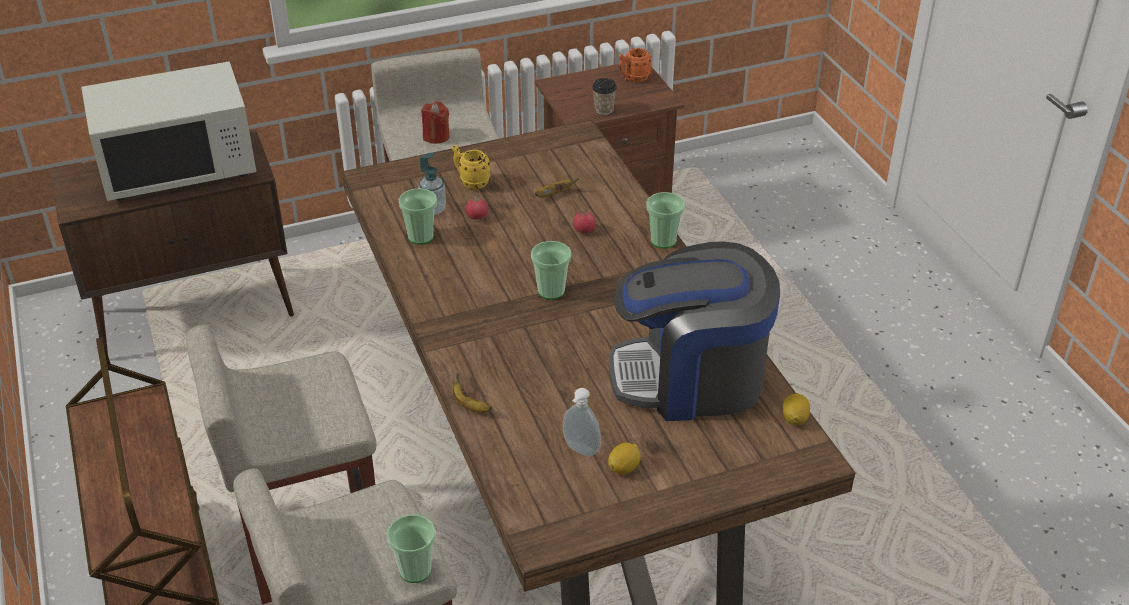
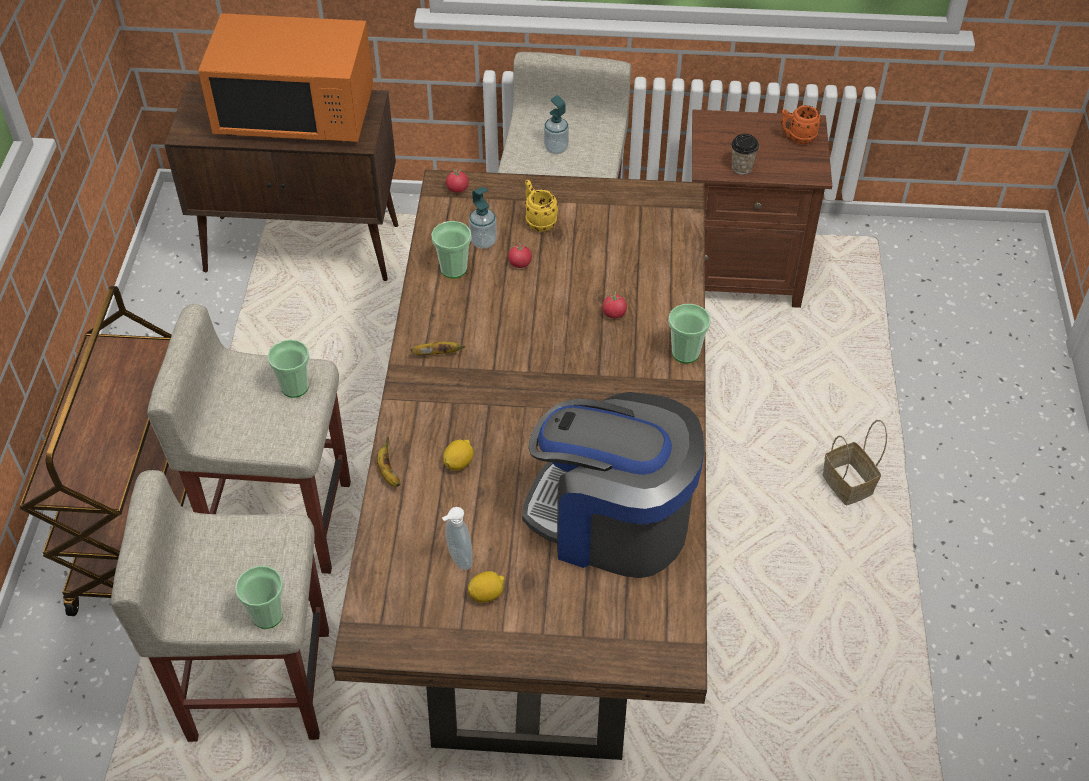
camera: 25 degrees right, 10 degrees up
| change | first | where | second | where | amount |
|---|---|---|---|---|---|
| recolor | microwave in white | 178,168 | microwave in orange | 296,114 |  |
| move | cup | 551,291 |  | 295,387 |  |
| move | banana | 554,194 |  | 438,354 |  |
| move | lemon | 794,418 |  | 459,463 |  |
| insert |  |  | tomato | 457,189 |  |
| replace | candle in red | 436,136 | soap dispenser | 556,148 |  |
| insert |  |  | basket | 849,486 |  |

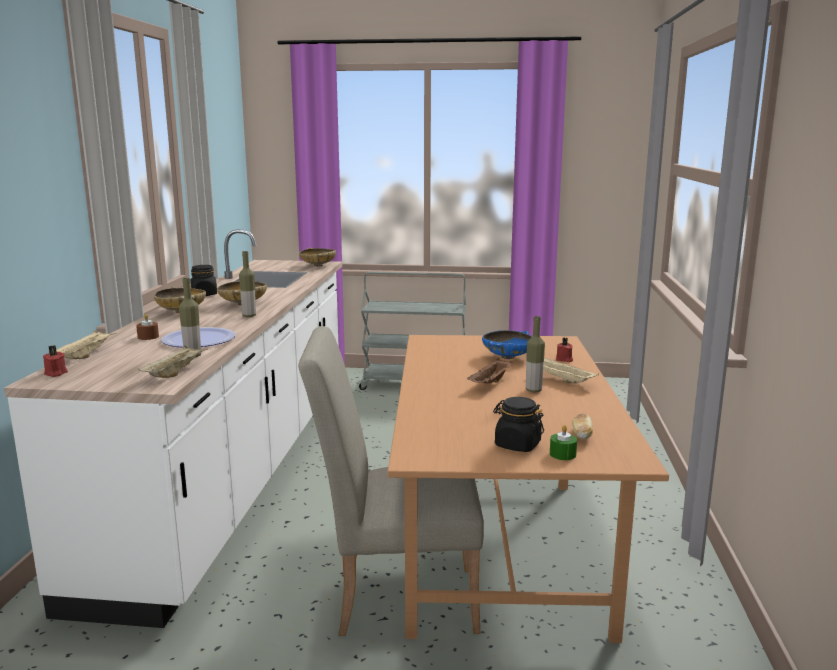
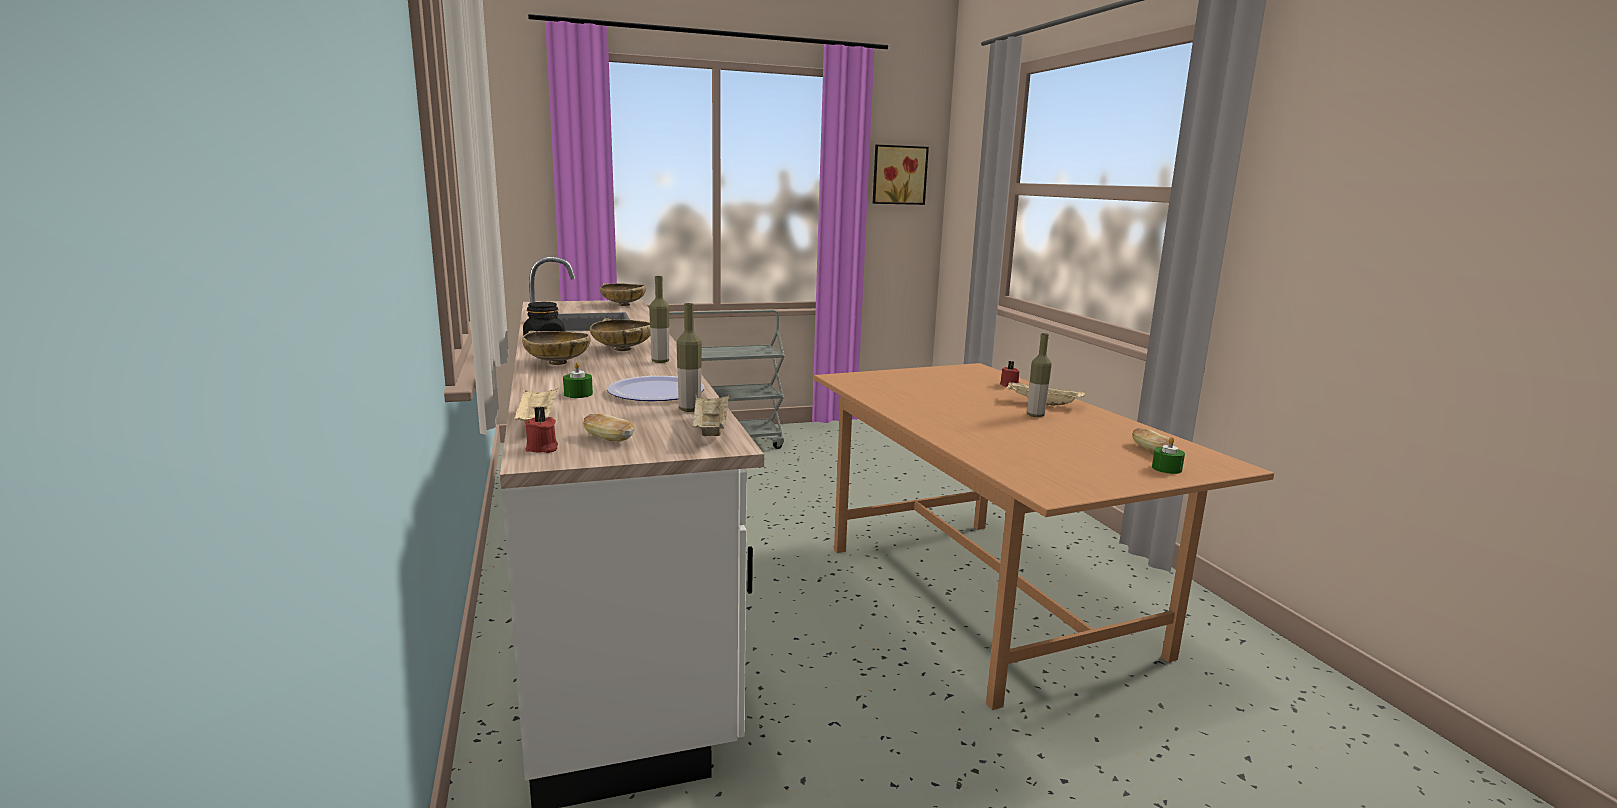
camera: 25 degrees left, 0 degrees up
| change | first | where | second | where | amount |
|---|---|---|---|---|---|
| recolor | candle in brown | 148,337 | candle in green | 578,394 |  |
| insert |  |  | bread | 608,439 |  |
| insert |  |  | picture | 898,175 |  |
| delete | chair in beige | 395,598 |  |  |  |
| delete | tray in brown | 491,383 |  |  |  |
| delete | bowl in blue | 508,357 |  |  |  |
| delete | jar in black | 517,445 |  |  |  |

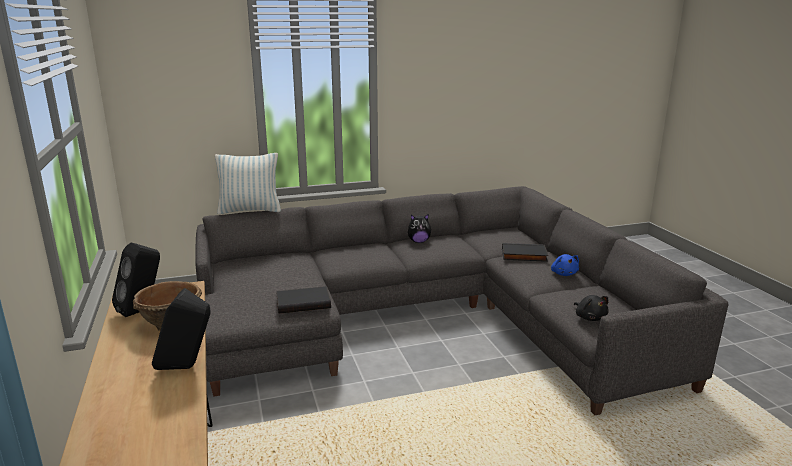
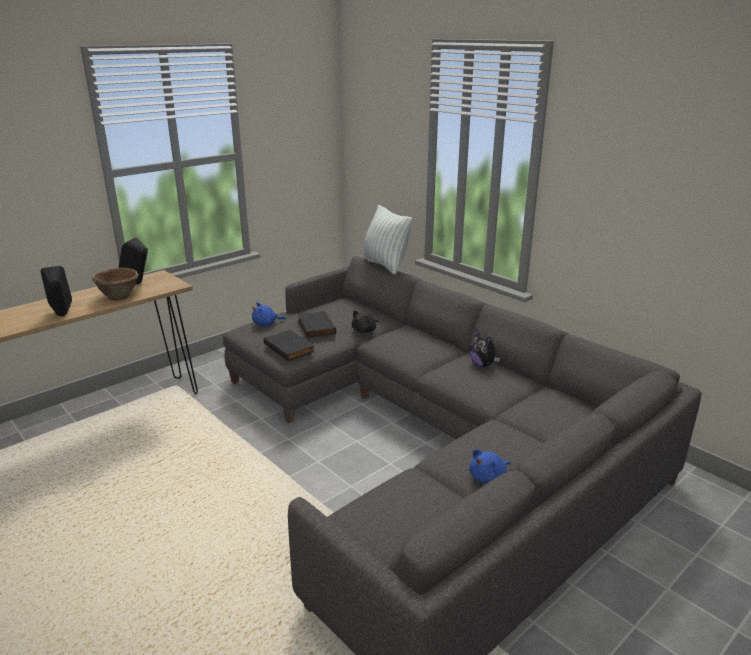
camera: 65 degrees right, 5 degrees up
| change | first | where | second | where | amount |
|---|---|---|---|---|---|
| insert |  |  | plush toy in blue | 266,324 |  |
| move | book in black | 523,255 |  | 315,327 |  |
| move | plush toy in black | 590,317 |  | 365,330 |  |

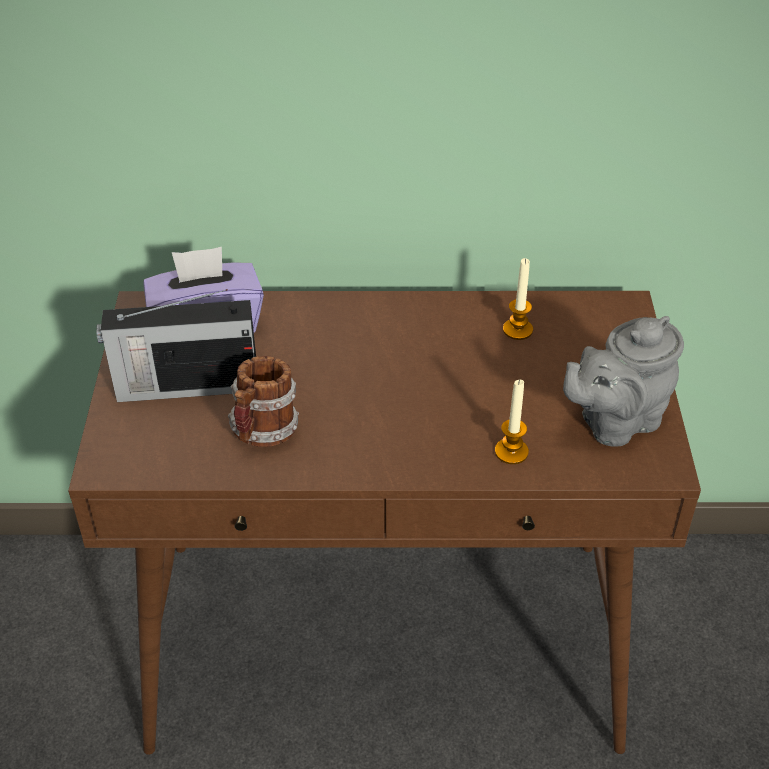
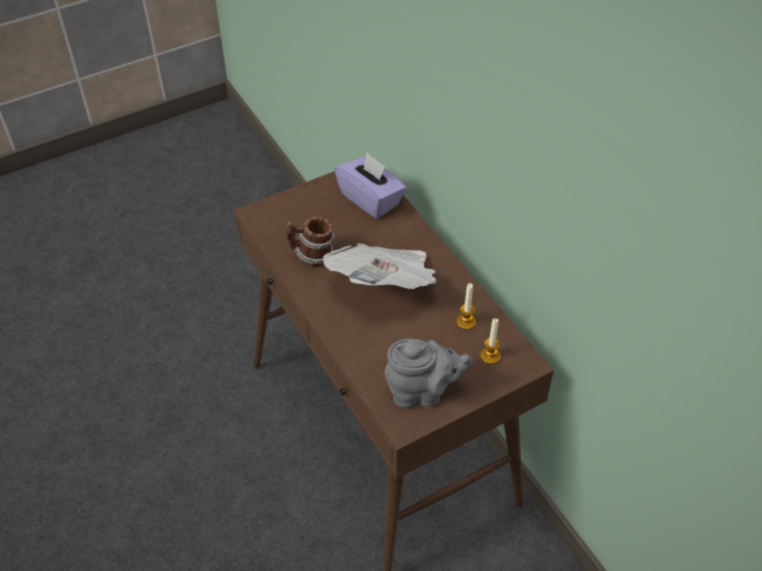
camera: 60 degrees right, 5 degrees up
| change | first | where | second | where | amount |
|---|---|---|---|---|---|
| insert |  |  | newspaper | 385,285 |  |
| rotate | teapot in grey | 614,422 |  | 422,392 | 150 degrees clockwise |
| move | candle | 511,452 |  | 490,356 |  |
| delete | radio | 185,386 |  |  |  |

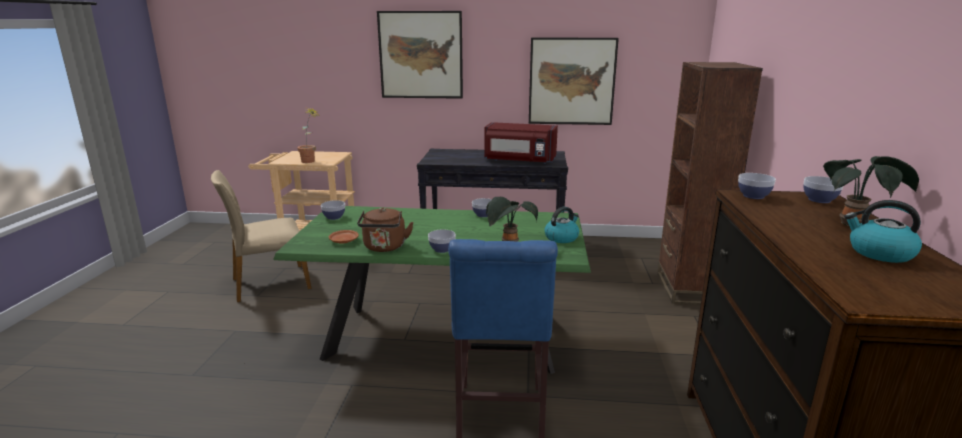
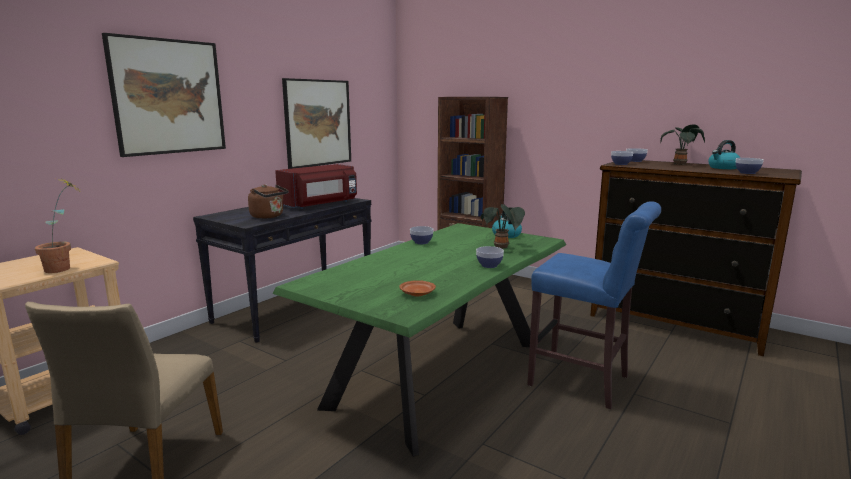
camera: 60 degrees left, 5 degrees down
| change | first | where | second | where | amount |
|---|---|---|---|---|---|
| move | kettle in brown | 384,248 |  | 269,216 |  |
| move | bowl | 334,217 |  | 747,173 |  |

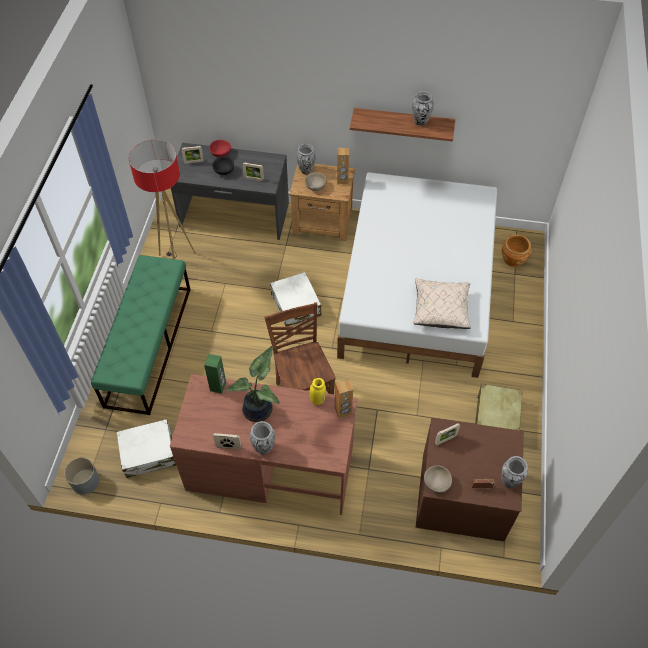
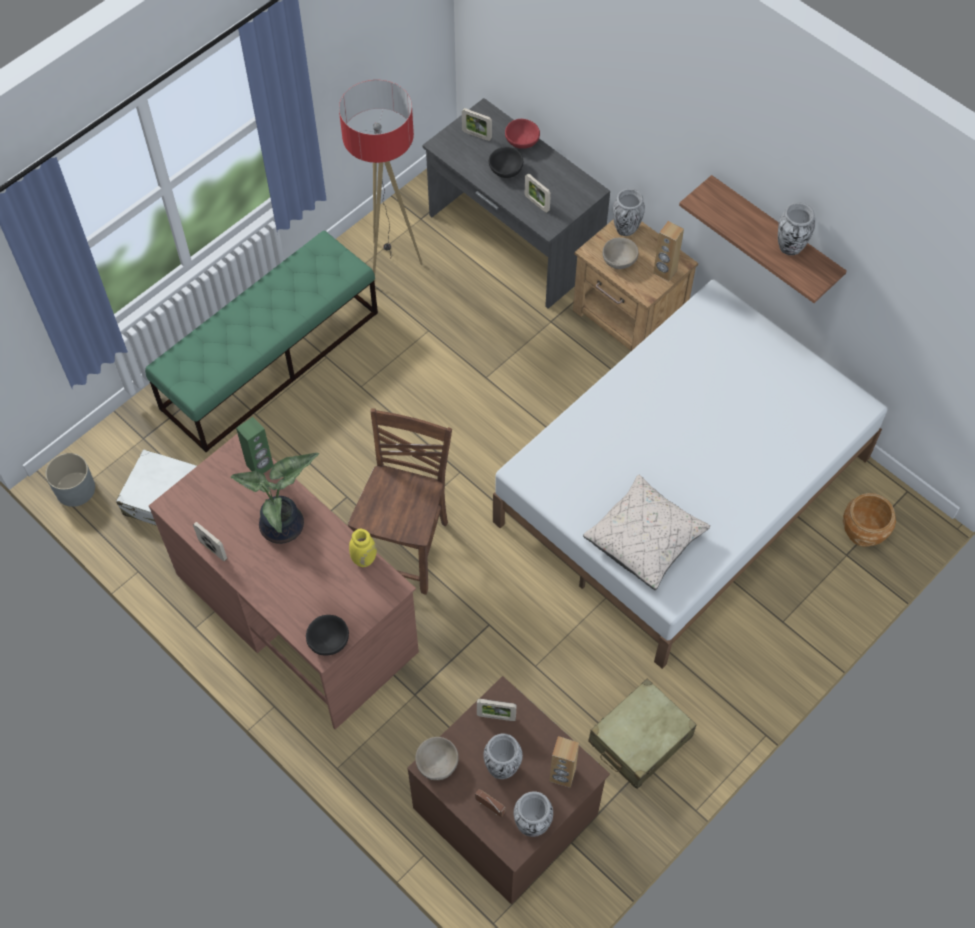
camera: 35 degrees right, 5 degrees up
| change | first | where | second | where | amount |
|---|---|---|---|---|---|
| insert |  |  | bowl in black | 328,640 |  |
| move | vase | 263,448 |  | 502,768 |  |
| move | speaker in brown | 343,411 |  | 562,775 |  |
| delete | suitcase in white | 296,305 |  |  |  |

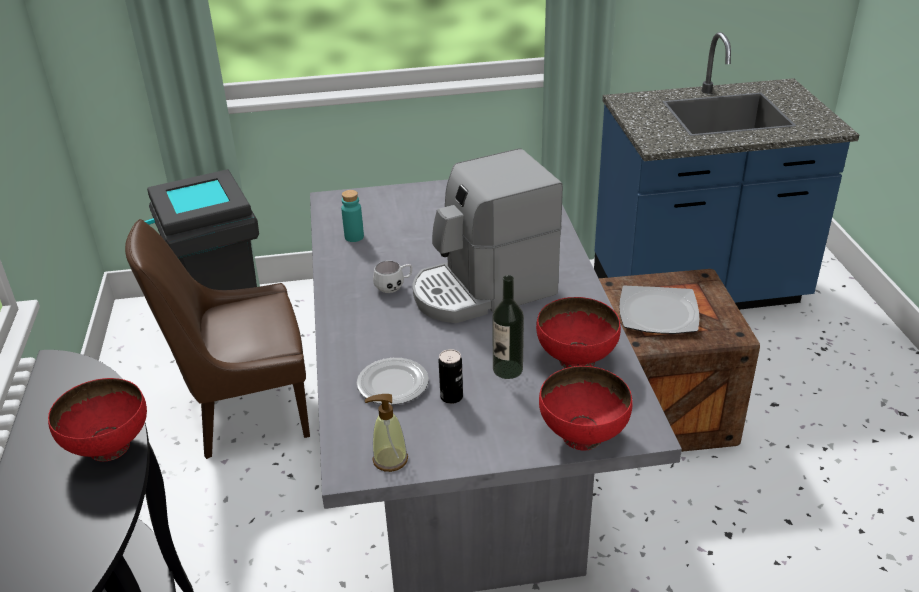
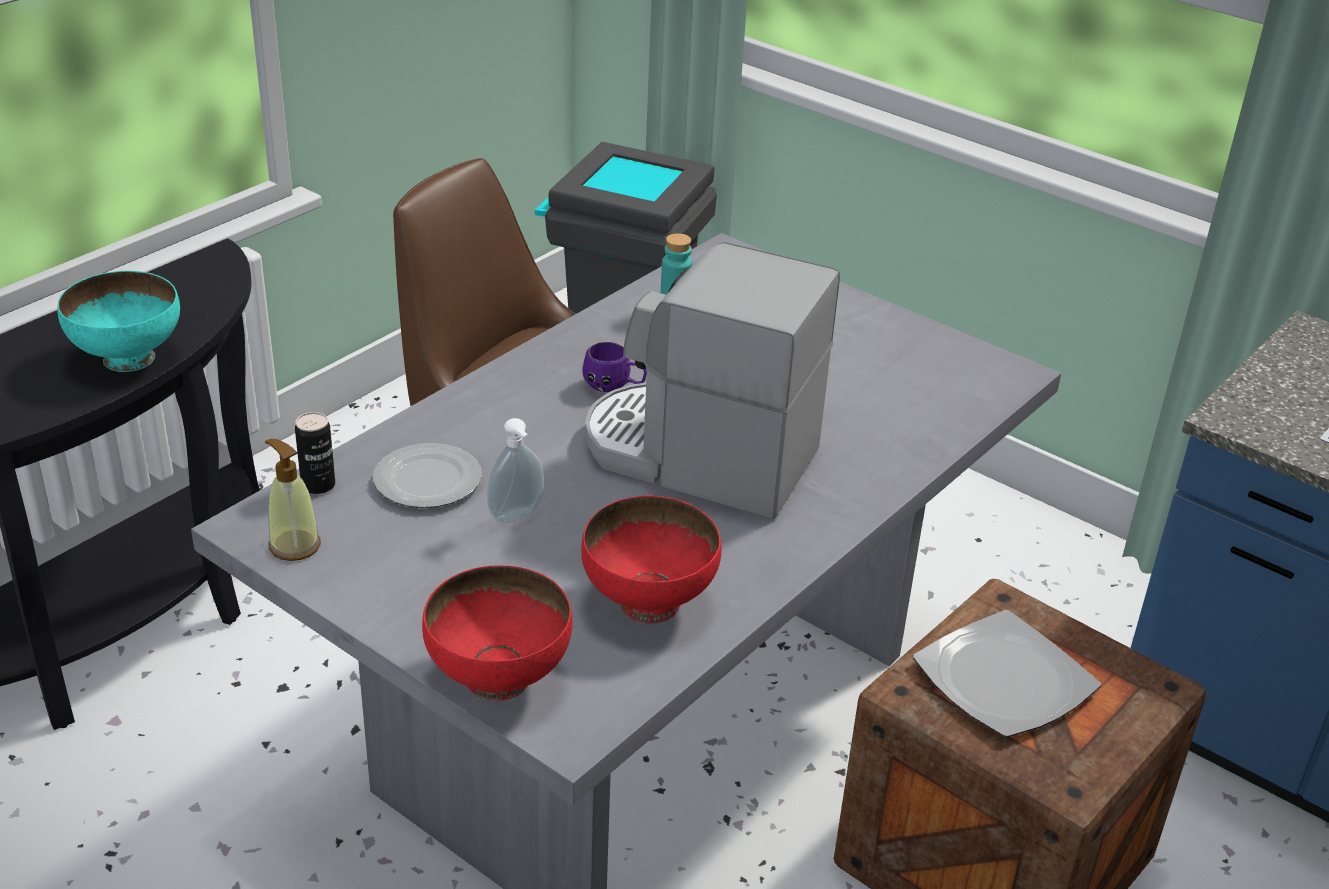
camera: 45 degrees right, 0 degrees up
| change | first | where | second | where | amount |
|---|---|---|---|---|---|
| recolor | bowl in red | 108,448 | bowl in turquoise | 127,359 |  |
| move | can | 451,397 |  | 318,485 |  |
| insert |  |  | soap dispenser | 517,518 |  |
| recolor | mug in white | 394,287 | mug in purple | 614,387 |  |
| delete | bottle | 507,369 |  |  |  |

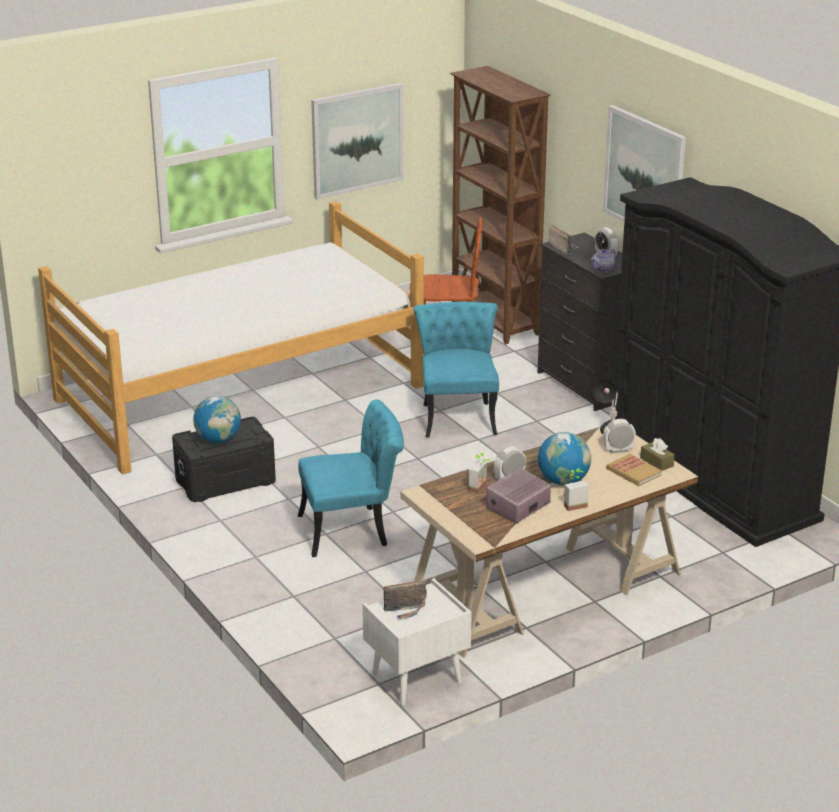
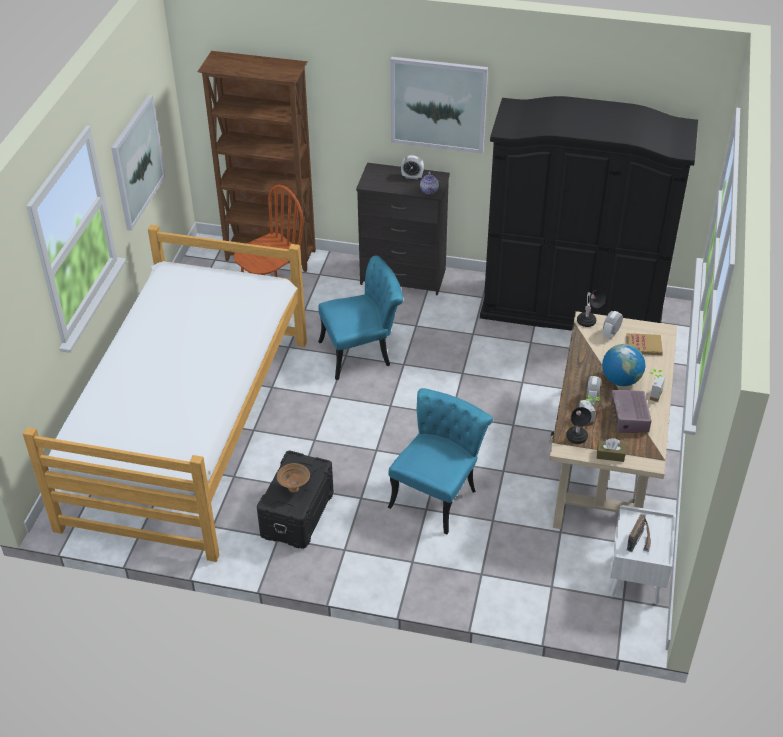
camera: 45 degrees left, 15 degrees up
| change | first | where | second | where | amount |
|---|---|---|---|---|---|
| replace | globe | 218,440 | bowl in brown | 294,488 |  |
| rotate | chair in turquoise | 457,415 |  | 362,352 | 120 degrees clockwise |
| insert |  |  | table lamp in black | 576,441 |  |
| move | tissue box in brown | 656,462 |  | 610,455 |  |
| delete | radio | 563,248 |  |  |  |

